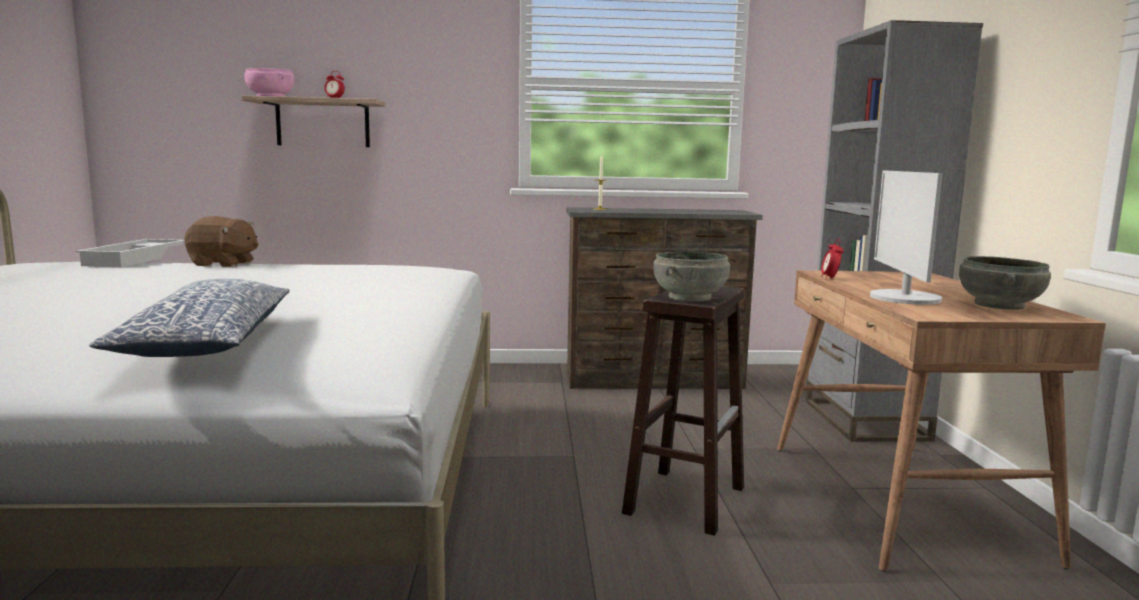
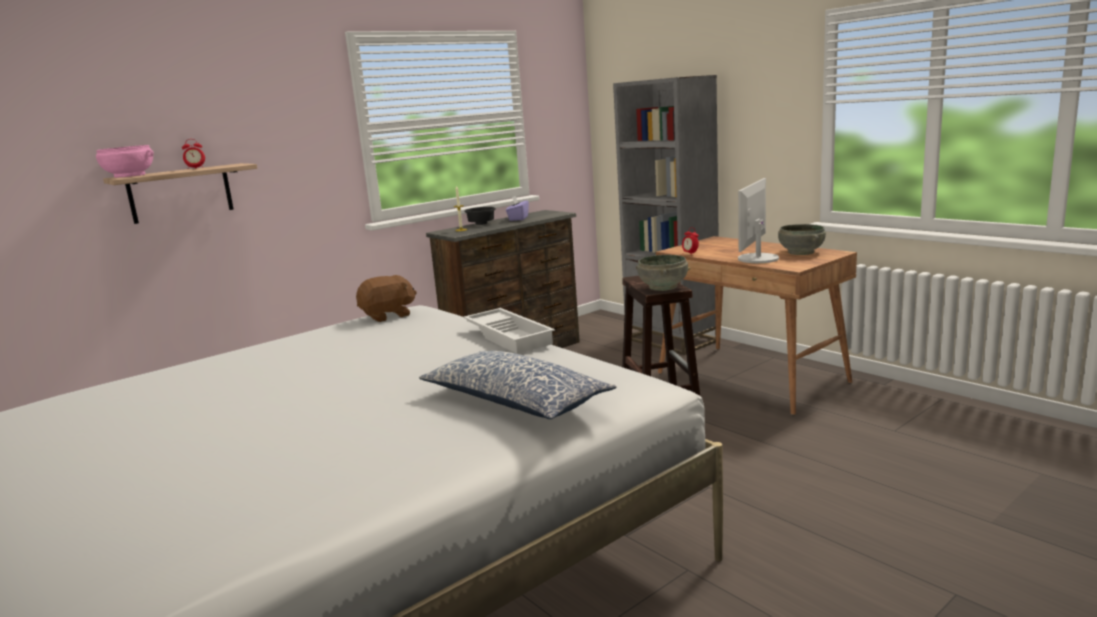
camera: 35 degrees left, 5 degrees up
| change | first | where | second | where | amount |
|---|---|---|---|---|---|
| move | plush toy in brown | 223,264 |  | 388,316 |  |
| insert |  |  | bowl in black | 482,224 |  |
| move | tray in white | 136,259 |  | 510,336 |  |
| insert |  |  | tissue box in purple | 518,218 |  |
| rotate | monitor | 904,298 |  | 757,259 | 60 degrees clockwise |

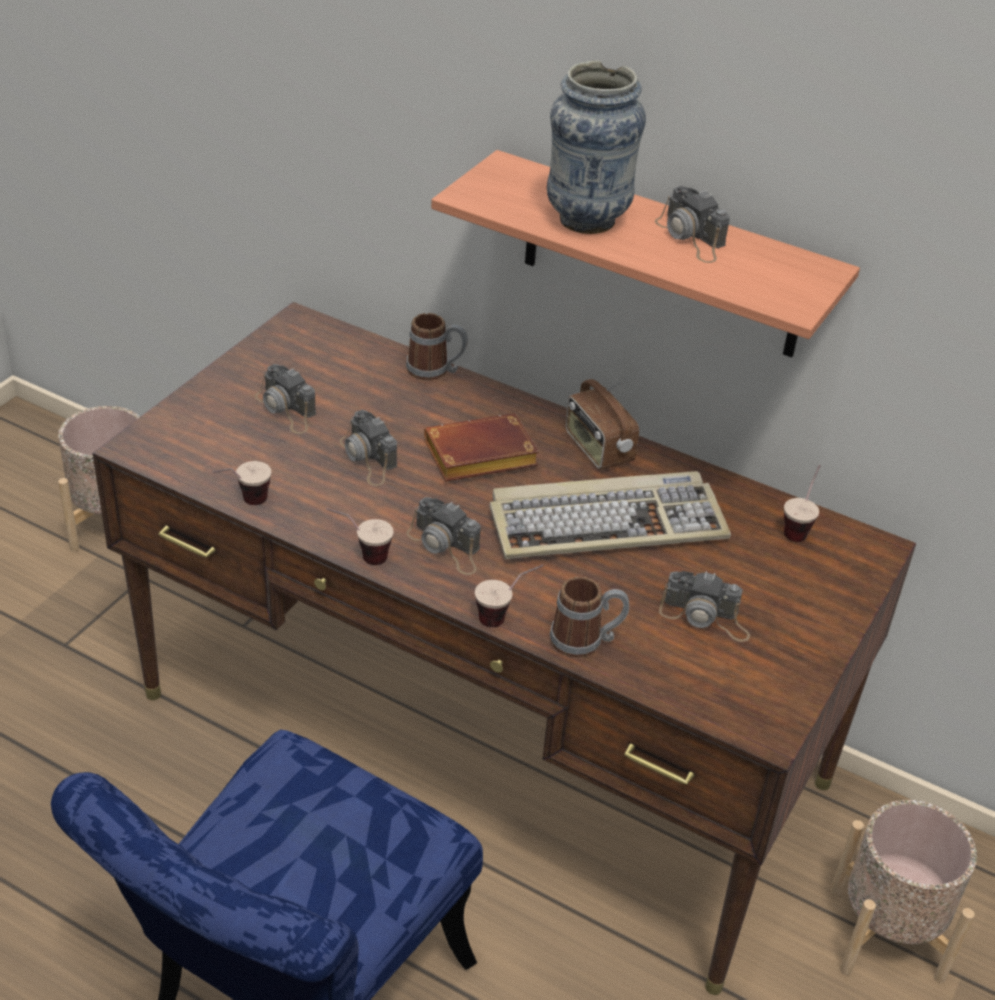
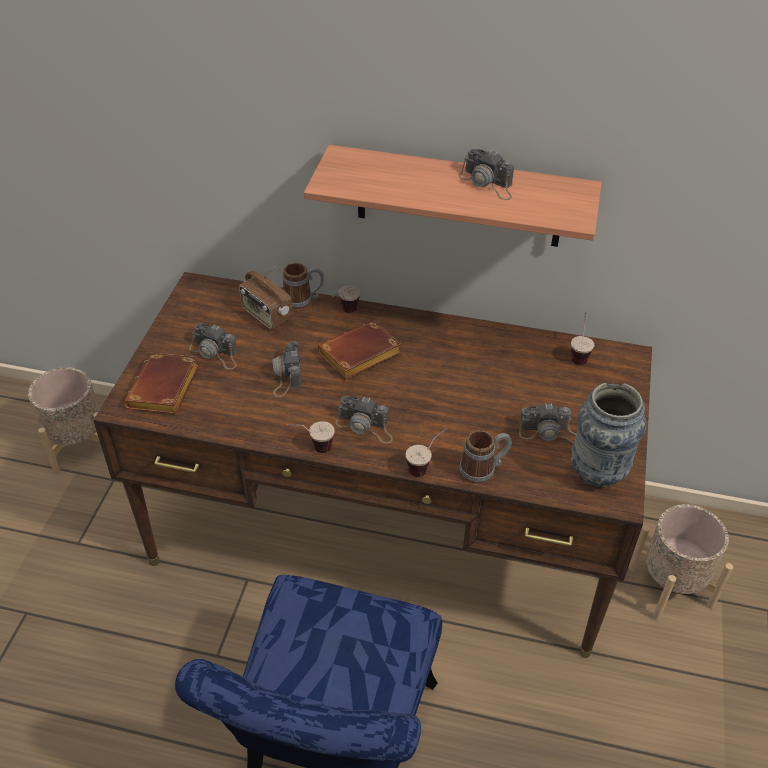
camera: 15 degrees left, 5 degrees up
| change | first | where | second | where | amount |
|---|---|---|---|---|---|
| insert |  |  | book in brown | 165,390 |  |
| move | radio | 597,449 |  | 266,315 |  |
| rotate | photo camera | 368,458 |  | 286,375 | 45 degrees clockwise |
| move | cup | 243,504 |  | 345,313 |  |
| move | vase | 587,220 |  | 597,473 |  |
| delete | keyboard | 607,522 |  |  |  |

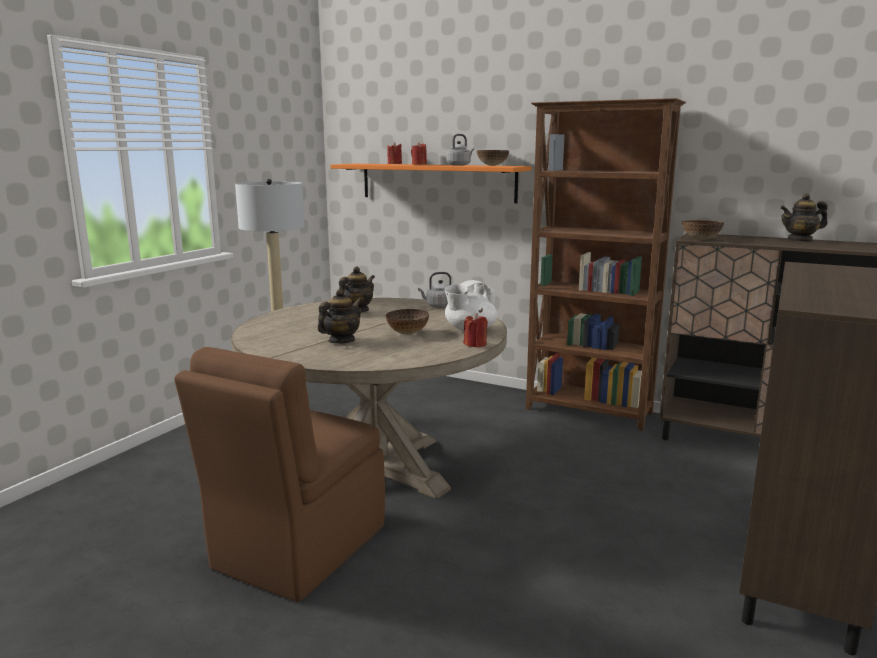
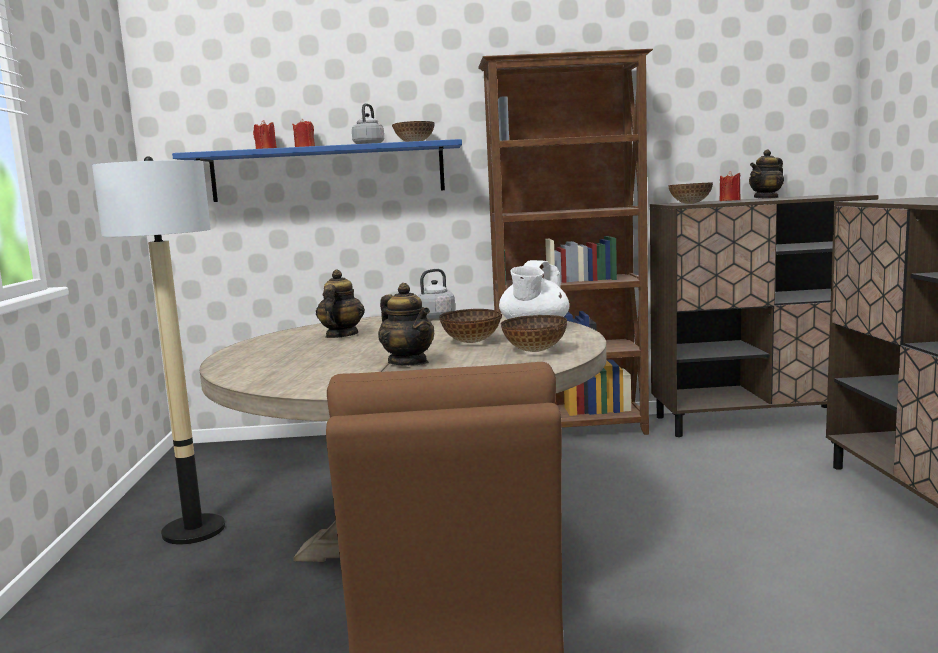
camera: 30 degrees left, 5 degrees down
| change | first | where | second | where | amount |
|---|---|---|---|---|---|
| recolor | shelf in orange | 437,182 | shelf in blue | 328,172 |  |
| rotate | teapot | 341,341 |  | 408,362 | 135 degrees clockwise |
| insert |  |  | bowl | 534,351 |  |
| move | candle in red | 475,344 |  | 729,201 |  |

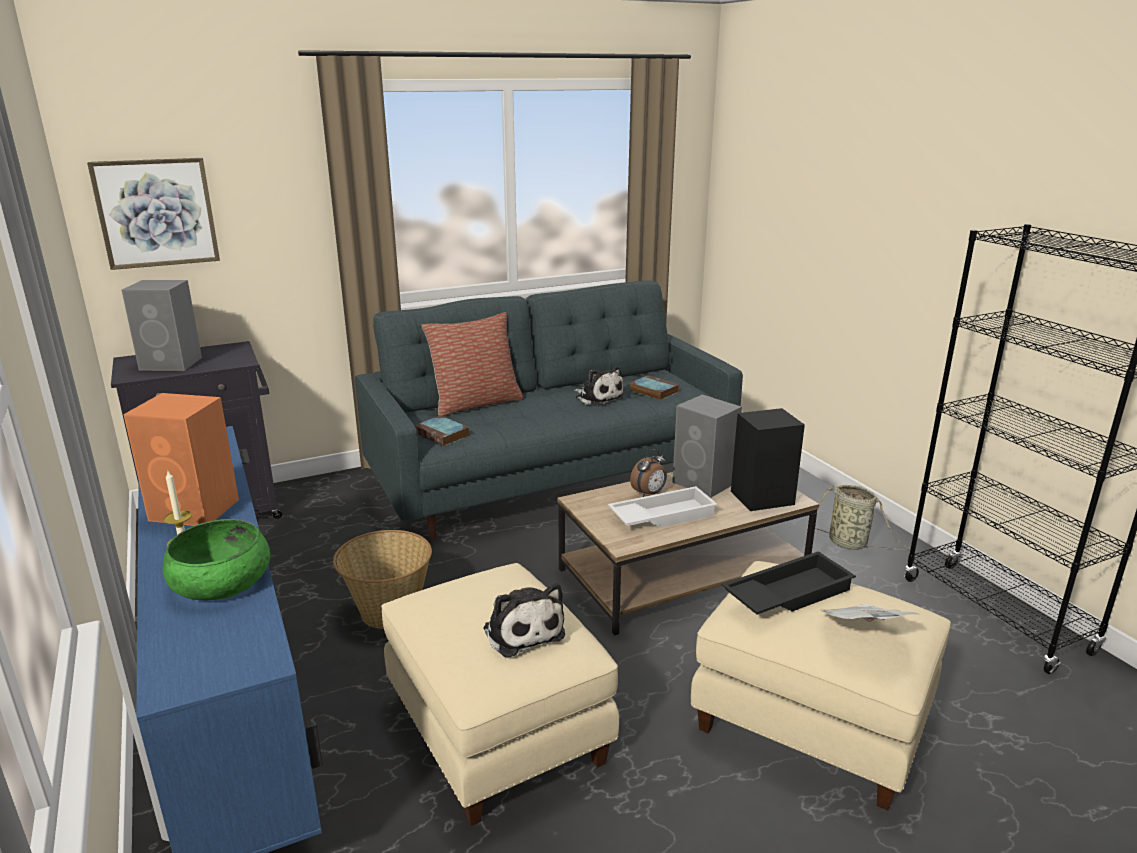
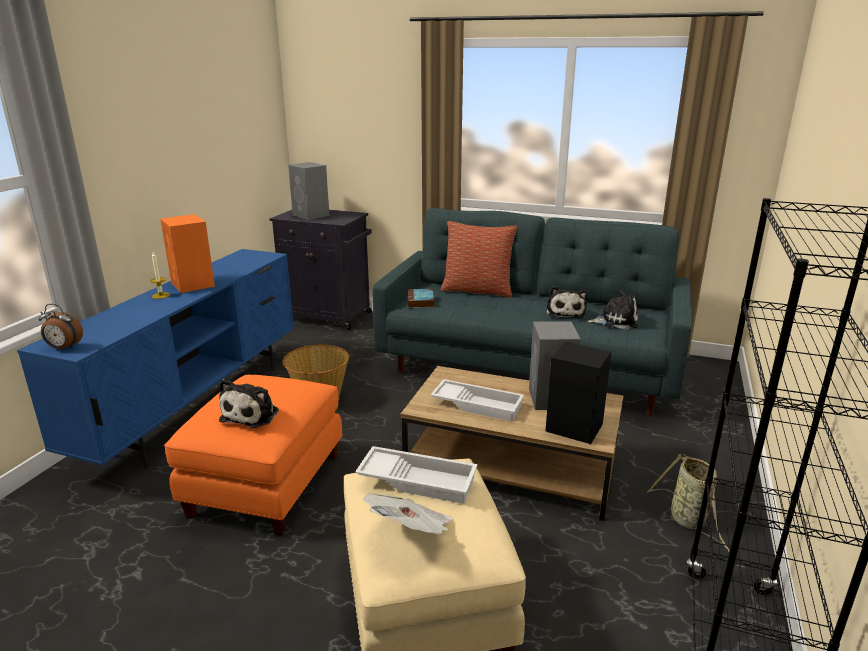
camera: 45 degrees right, 0 degrees up
| change | first | where | second | where | amount |
|---|---|---|---|---|---|
| move | alarm clock | 649,493 |  | 64,348 |  |
| recolor | ottoman in beige | 495,730 | ottoman in orange | 265,483 |  |
| recolor | tray in black | 787,593 | tray in white | 418,480 |  |
| replace | book | 653,391 | plush toy | 615,321 |  |
| delete | picture | 156,213 |  |  |  |
| delete | bowl in green | 221,581 |  |  |  |

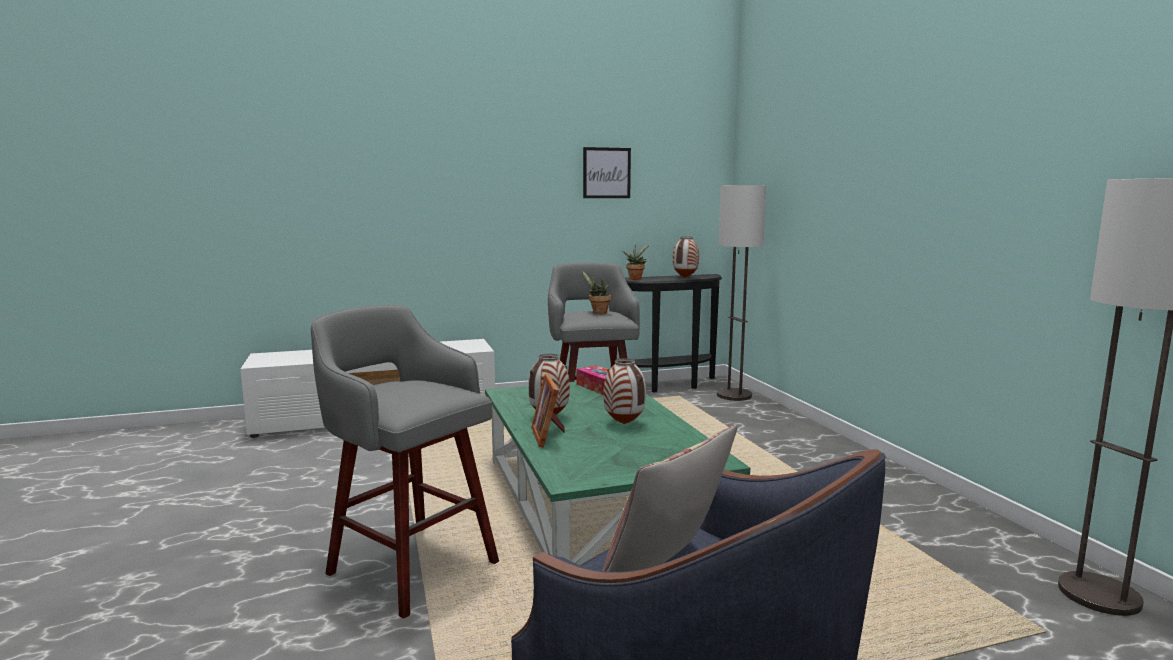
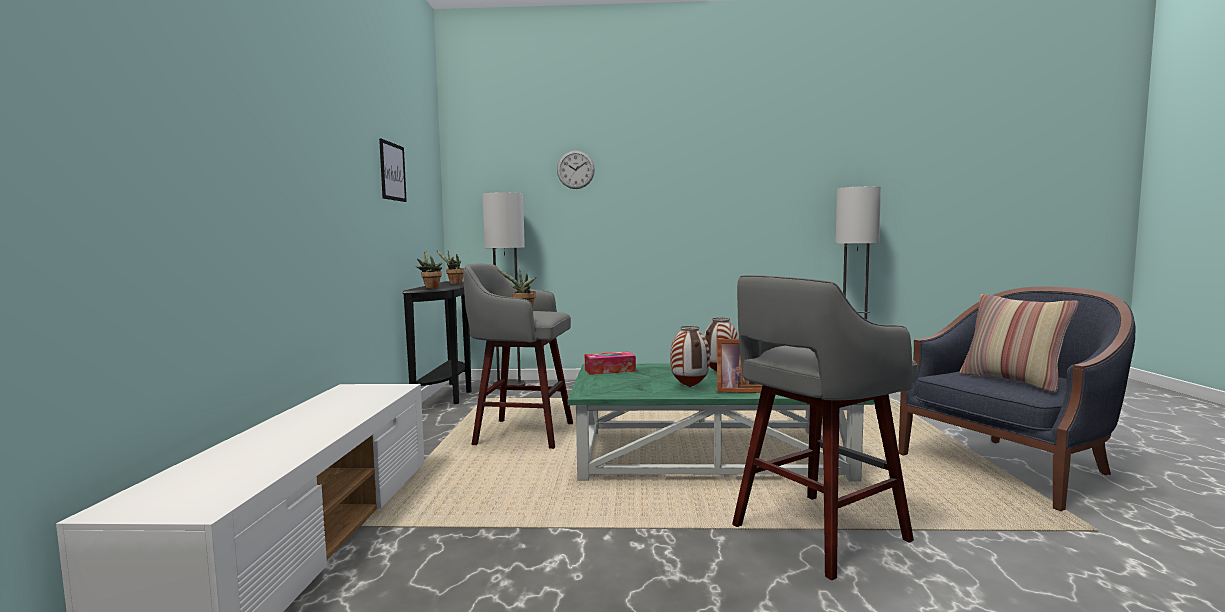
camera: 70 degrees left, 5 degrees down
| change | first | where | second | where | amount |
|---|---|---|---|---|---|
| replace | vase | 685,278 | potted plant | 454,284 |  |
| insert |  |  | wall clock | 575,169 |  |

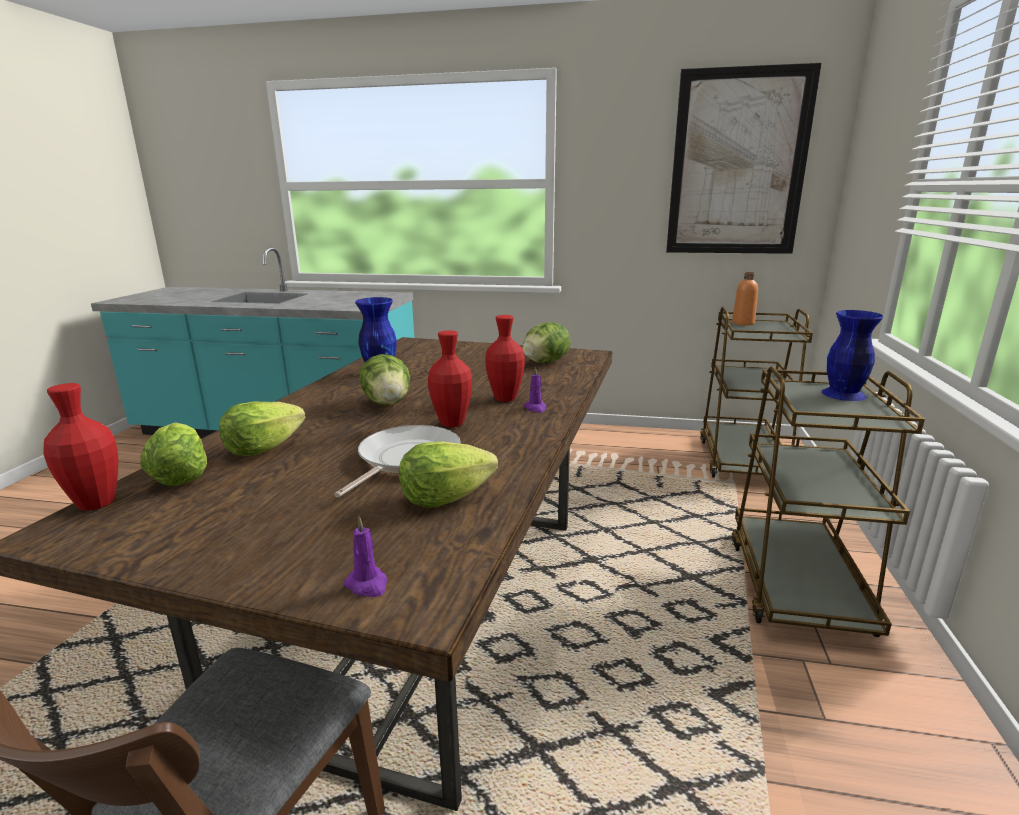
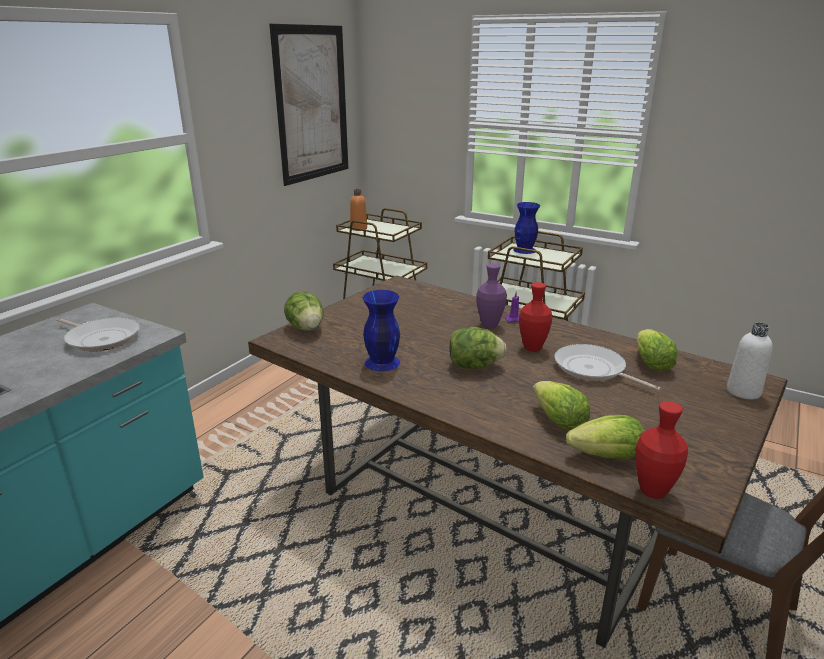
camera: 70 degrees left, 5 degrees up
| change | first | where | second | where | amount |
|---|---|---|---|---|---|
| insert |  |  | frying pan | 101,338 |  |
| move | lettuce | 545,362 |  | 306,328 |  |
| recolor | vase in red | 505,399 | vase in purple | 489,325 |  |
| replace | candle in purple | 368,585 | bottle in white | 743,391 |  |

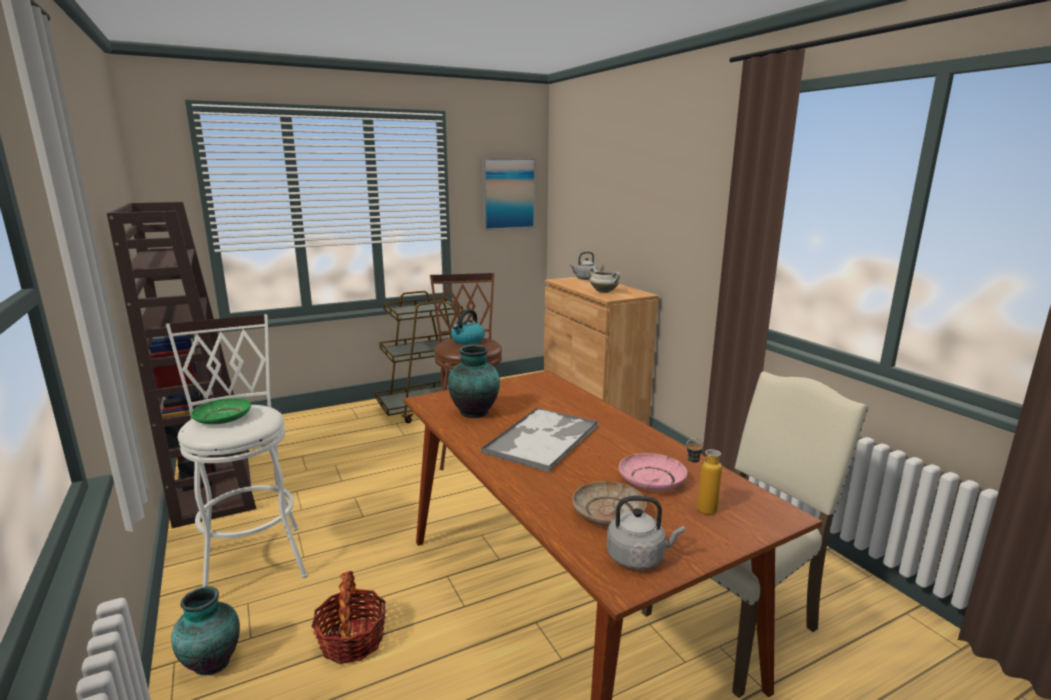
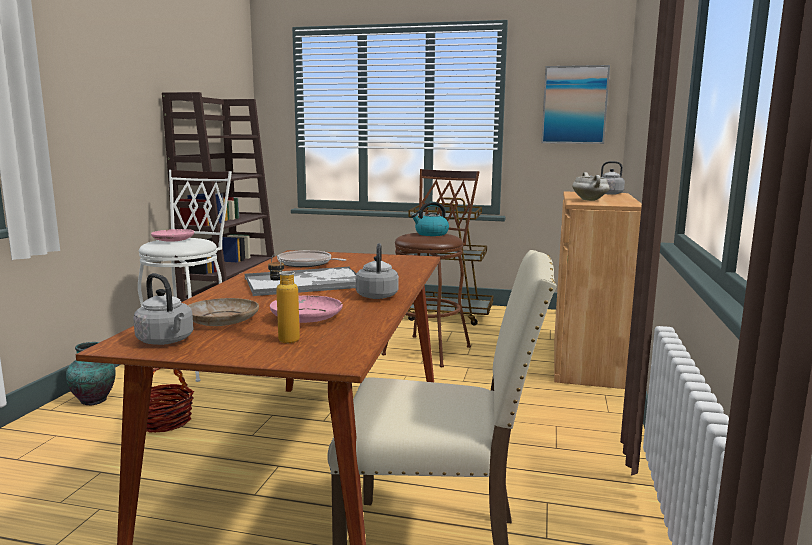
camera: 40 degrees right, 5 degrees down
| change | first | where | second | where | amount |
|---|---|---|---|---|---|
| recolor | plate in green | 223,418 | plate in pink | 173,240 |  |
| replace | vase | 475,413 | frying pan | 307,264 |  |
| insert |  |  | kettle in grey | 377,295 |  |

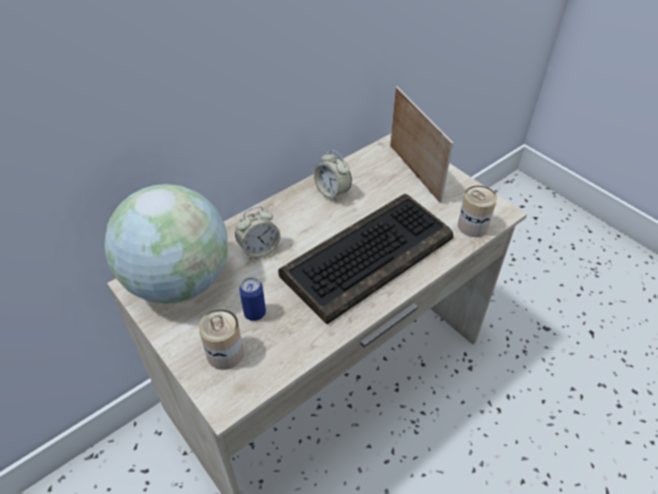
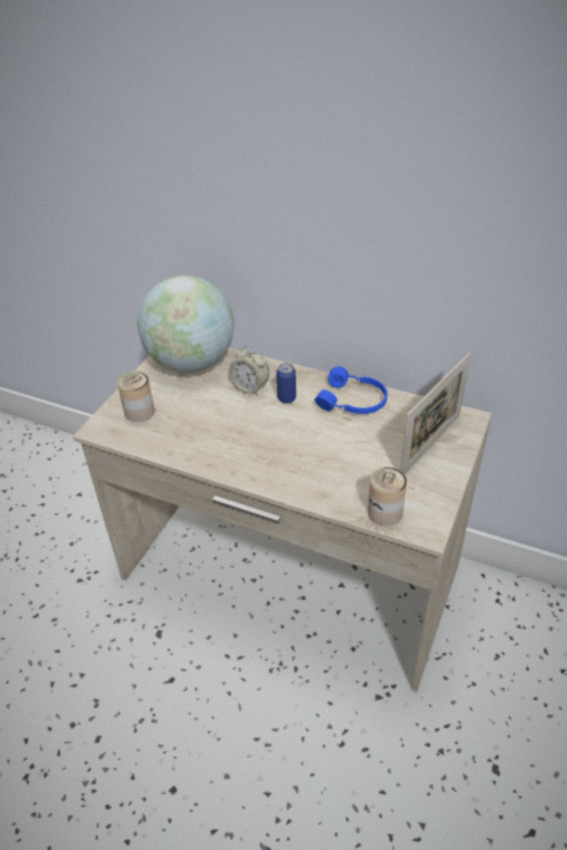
camera: 65 degrees right, 5 degrees down
| change | first | where | second | where | amount |
|---|---|---|---|---|---|
| move | can | 255,313 |  | 286,398 |  |
| replace | alarm clock | 332,192 | headphones in blue | 353,402 |  |
| delete | keyboard | 368,255 |  |  |  |

